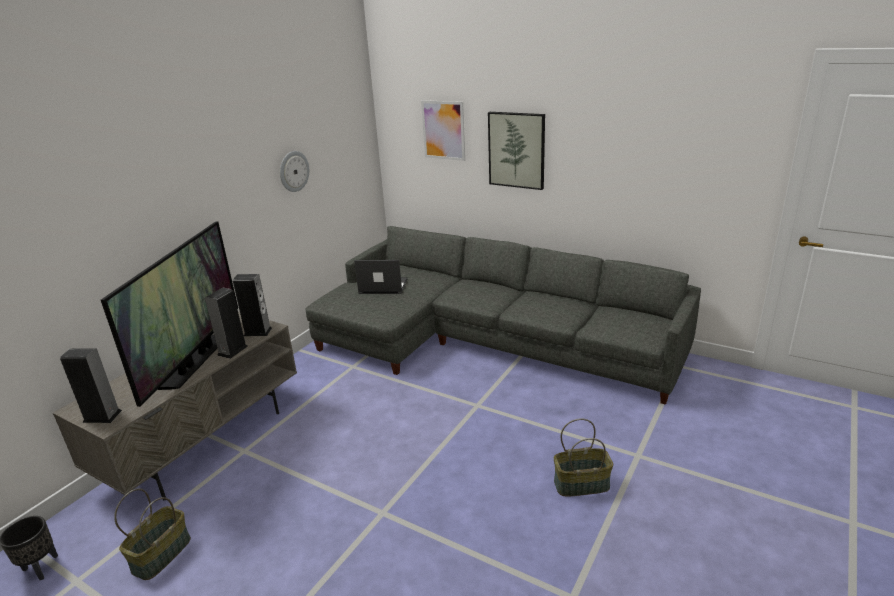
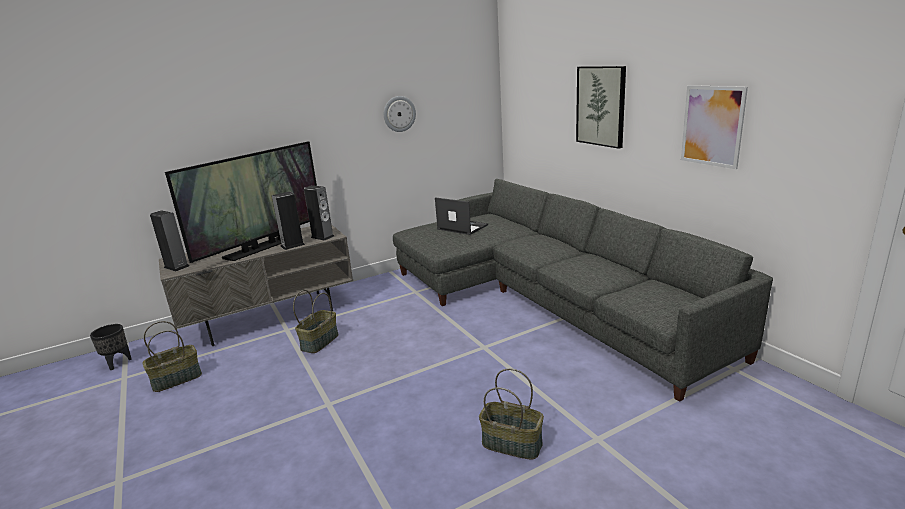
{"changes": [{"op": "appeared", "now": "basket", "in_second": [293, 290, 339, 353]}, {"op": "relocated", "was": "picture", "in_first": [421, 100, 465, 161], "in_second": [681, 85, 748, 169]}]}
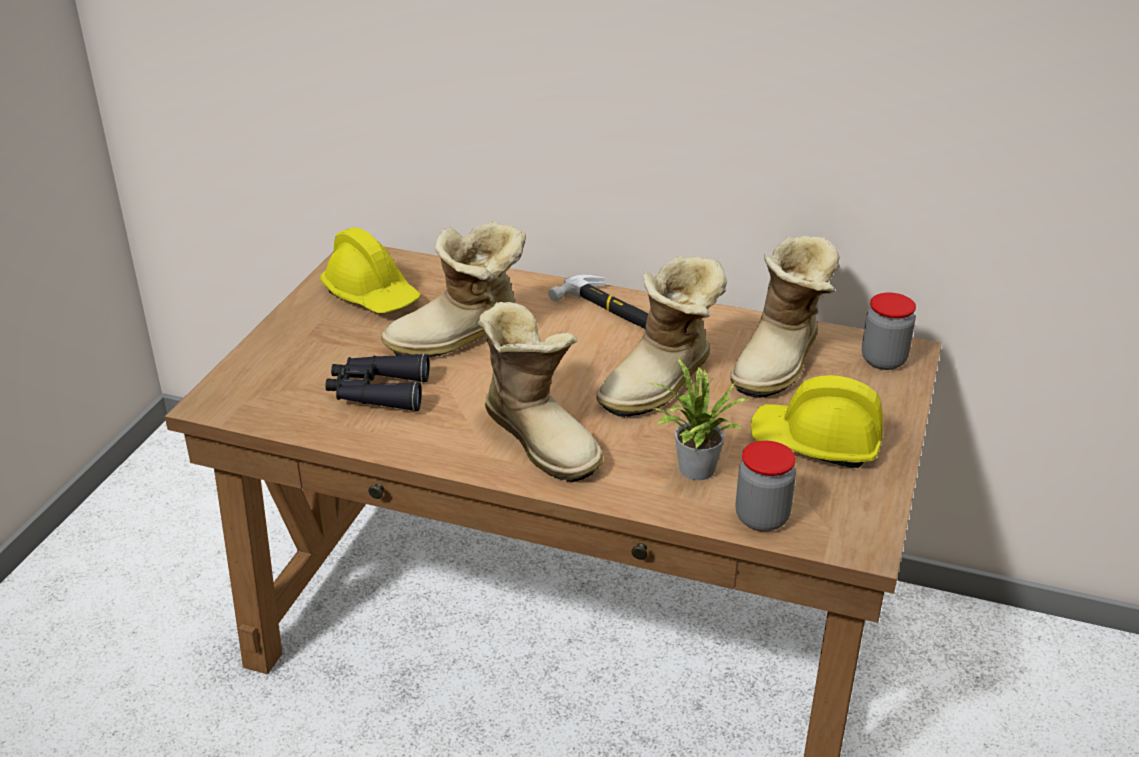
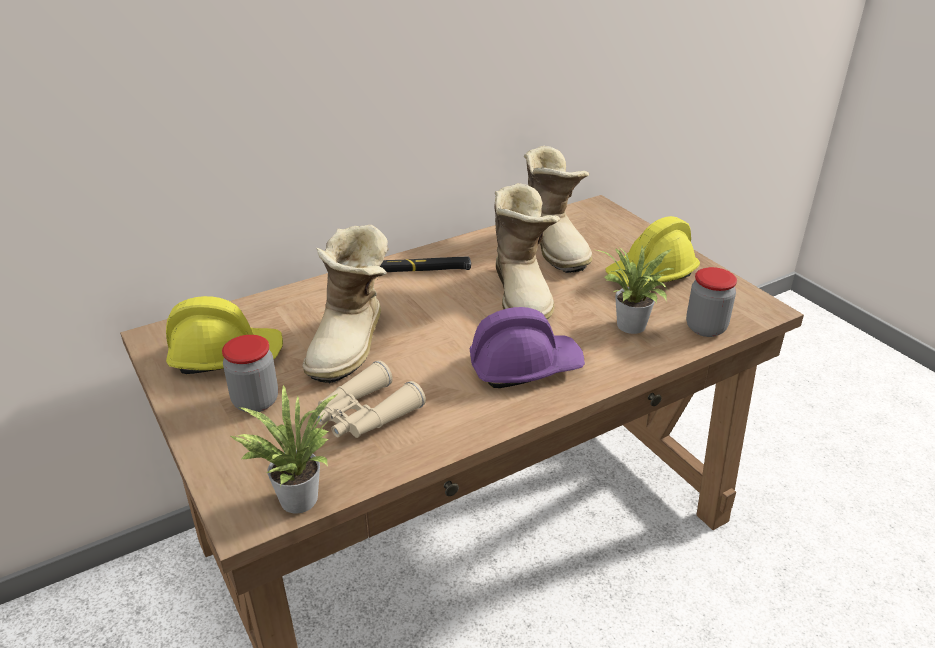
{"changes": [{"op": "relocated", "was": "jar", "in_first": [862, 292, 916, 370], "in_second": [222, 335, 278, 412]}, {"op": "appeared", "now": "potted plant", "in_second": [231, 384, 338, 514]}, {"op": "colour", "was": "black binoculars", "now": "beige binoculars", "in_first": [325, 354, 430, 412], "in_second": [316, 360, 426, 438]}, {"op": "exchanged", "was": "boot", "now": "purple hard hat", "in_first": [478, 302, 603, 482], "in_second": [470, 307, 585, 388]}]}
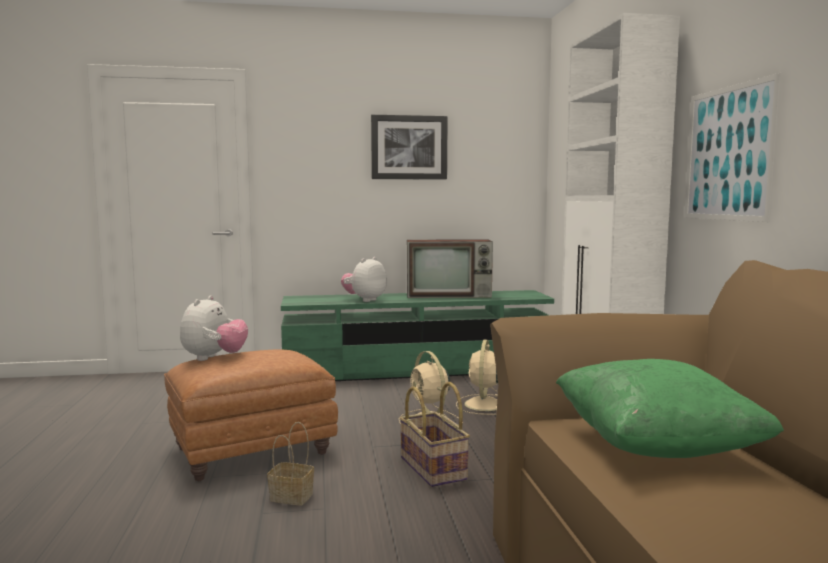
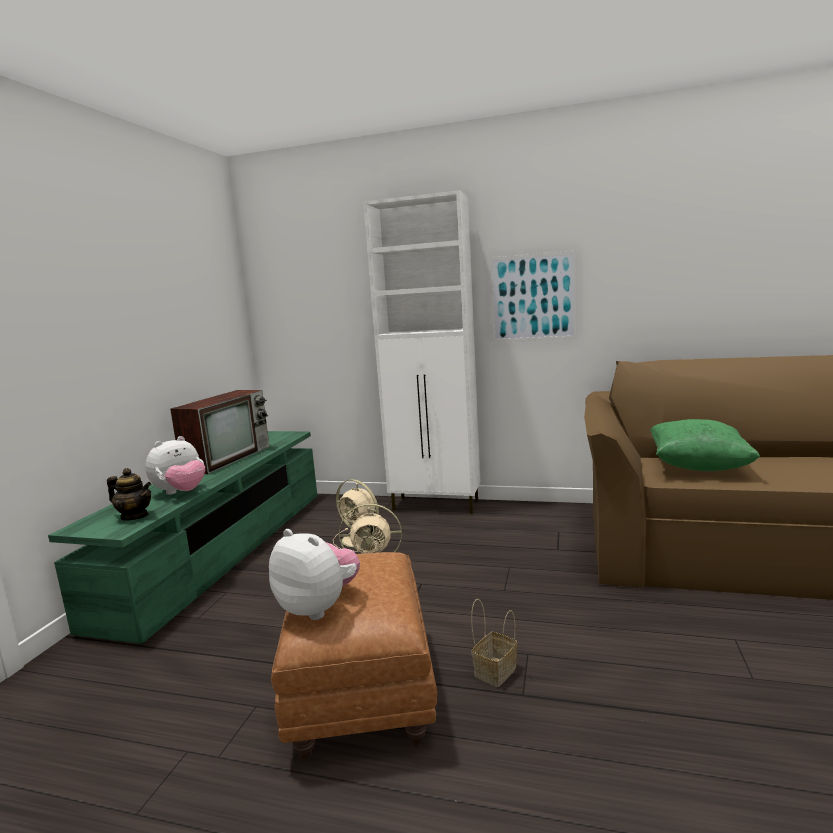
{"changes": [{"op": "appeared", "now": "teapot", "in_second": [107, 468, 152, 520]}, {"op": "spun", "was": "plush toy", "in_first": [341, 257, 387, 302], "in_second": [145, 436, 205, 495], "clockwise": -105}, {"op": "missing", "was": "picture", "in_first": [371, 115, 448, 180]}, {"op": "missing", "was": "basket", "in_first": [400, 382, 470, 487]}]}
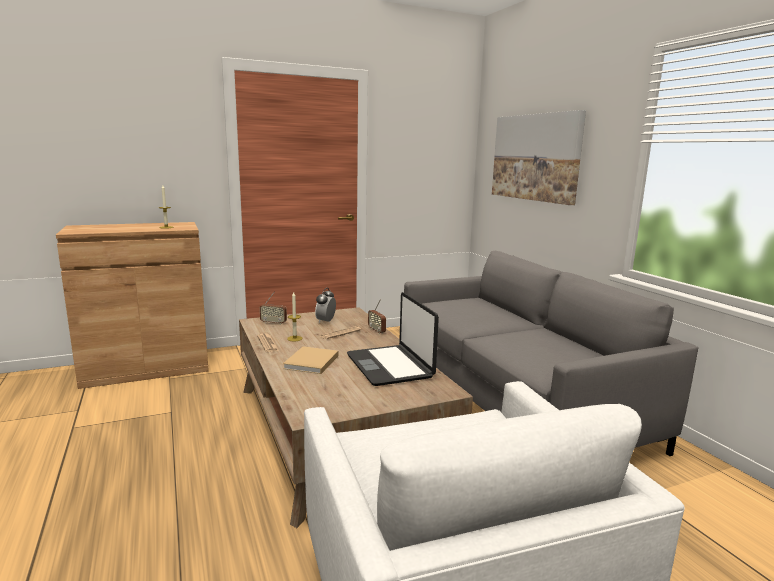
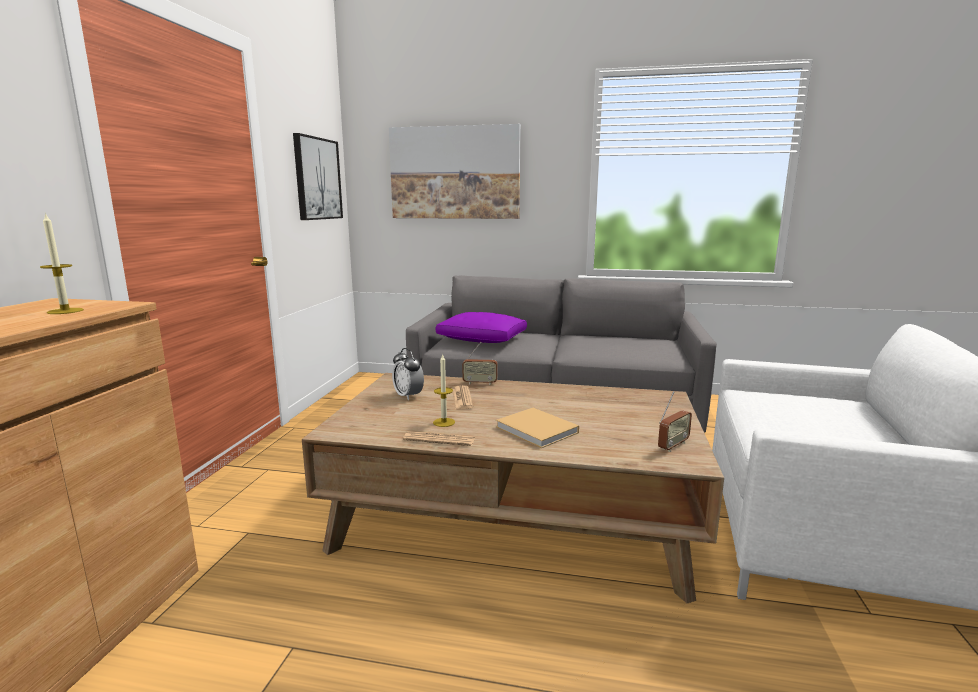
{"changes": [{"op": "appeared", "now": "picture", "in_second": [293, 133, 343, 220]}, {"op": "appeared", "now": "purple pillow", "in_second": [436, 312, 527, 343]}, {"op": "relocated", "was": "radio", "in_first": [260, 291, 287, 325], "in_second": [658, 391, 692, 452]}, {"op": "missing", "was": "laptop", "in_first": [347, 292, 439, 386]}]}
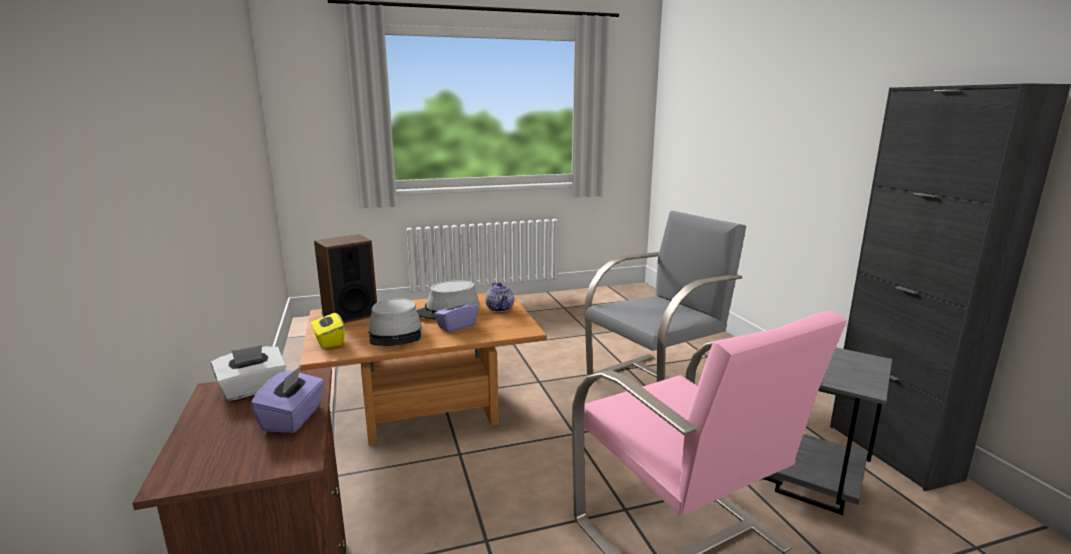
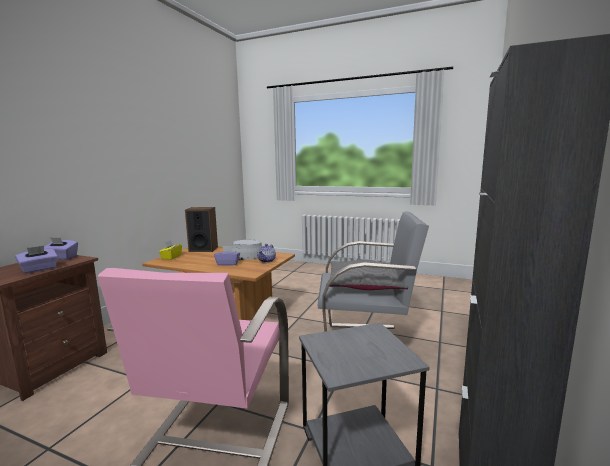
{"changes": [{"op": "colour", "was": "white tissue box", "now": "purple tissue box", "in_first": [211, 345, 286, 401], "in_second": [44, 237, 78, 260]}, {"op": "appeared", "now": "grey pillow", "in_second": [326, 260, 408, 290]}, {"op": "missing", "was": "grey hat", "in_first": [368, 298, 422, 346]}]}
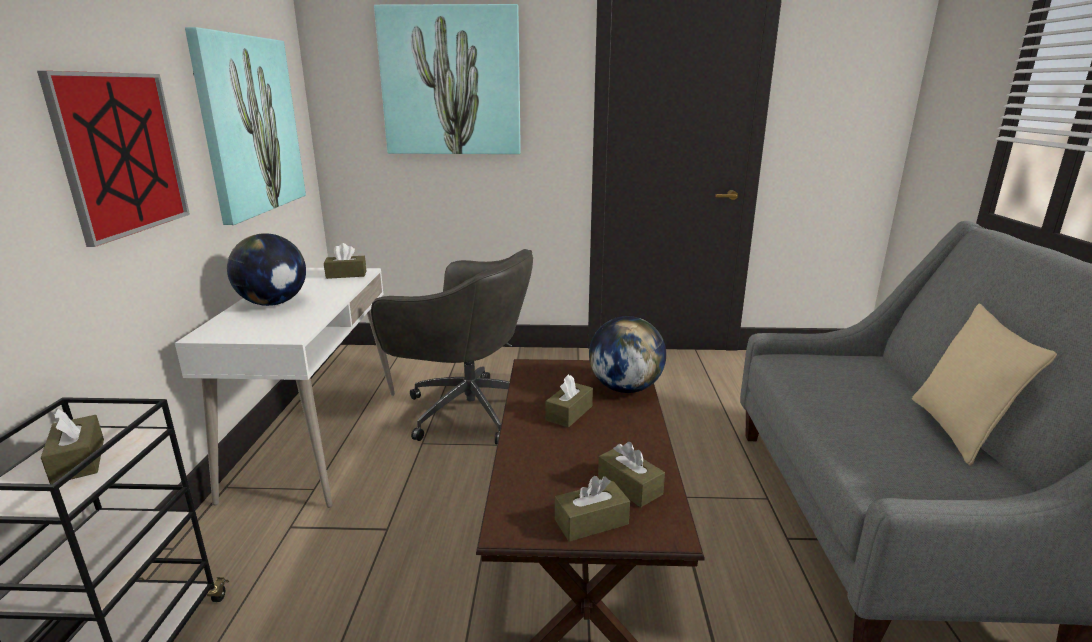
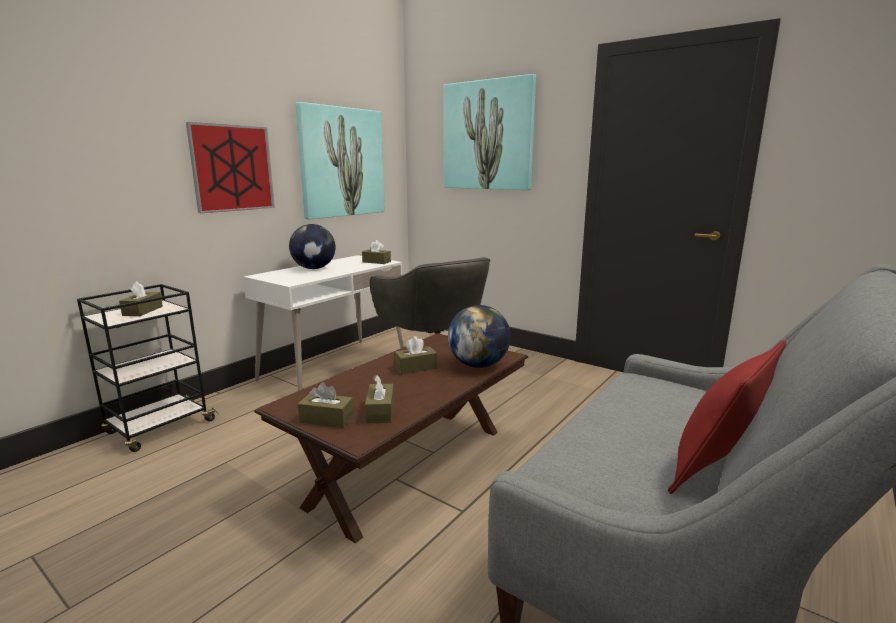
{"changes": [{"op": "colour", "was": "beige pillow", "now": "red pillow", "in_first": [912, 303, 1057, 465], "in_second": [668, 340, 786, 494]}]}
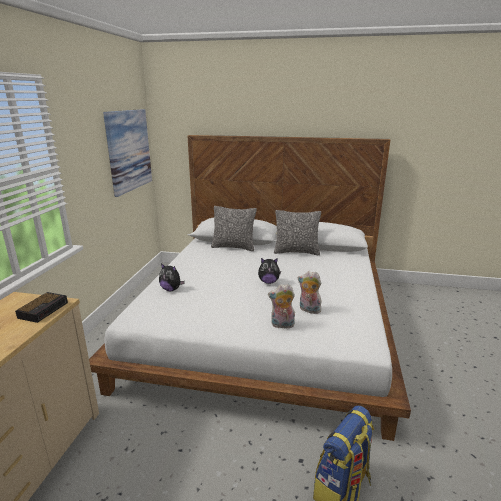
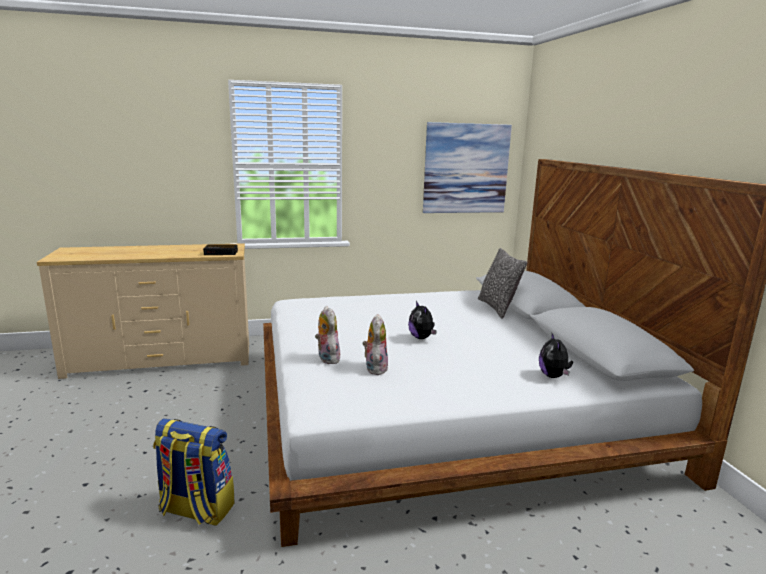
{"changes": [{"op": "relocated", "was": "plush toy", "in_first": [159, 263, 185, 291], "in_second": [539, 333, 573, 378]}, {"op": "missing", "was": "pillow", "in_first": [274, 210, 321, 255]}]}
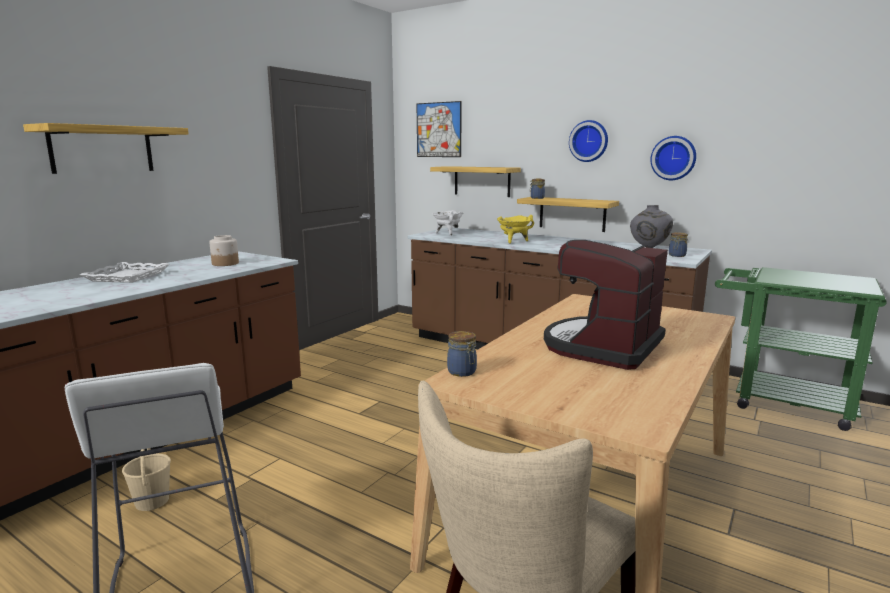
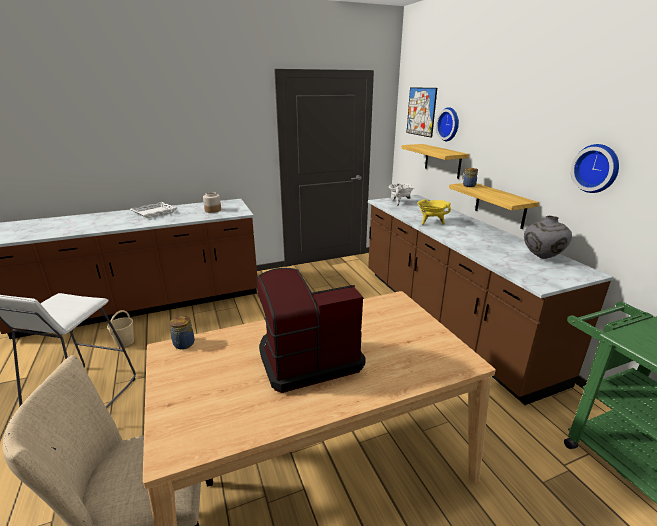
{"changes": [{"op": "relocated", "was": "wall clock", "in_first": [569, 120, 608, 162], "in_second": [436, 107, 459, 141]}, {"op": "missing", "was": "shelf", "in_first": [23, 123, 189, 174]}, {"op": "missing", "was": "jar", "in_first": [669, 232, 688, 257]}]}
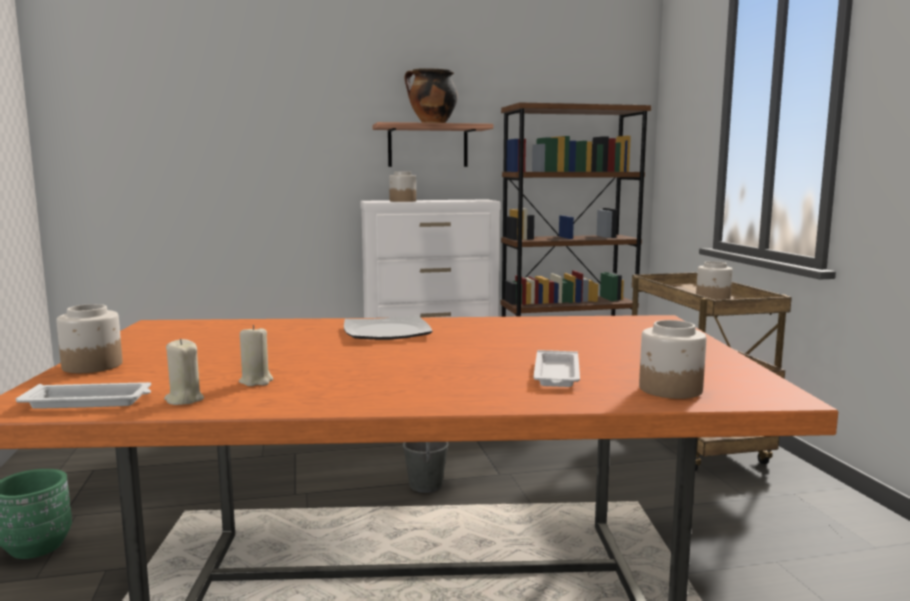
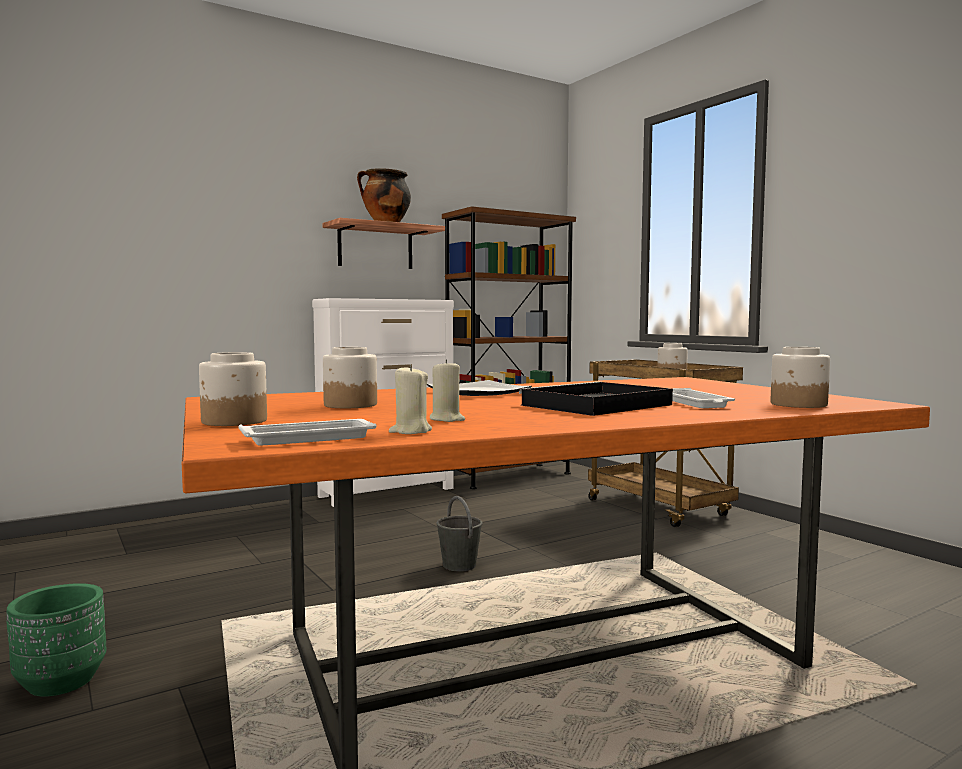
{"changes": [{"op": "relocated", "was": "jar", "in_first": [389, 172, 416, 202], "in_second": [323, 347, 377, 408]}, {"op": "appeared", "now": "black tray", "in_second": [519, 381, 673, 416]}]}
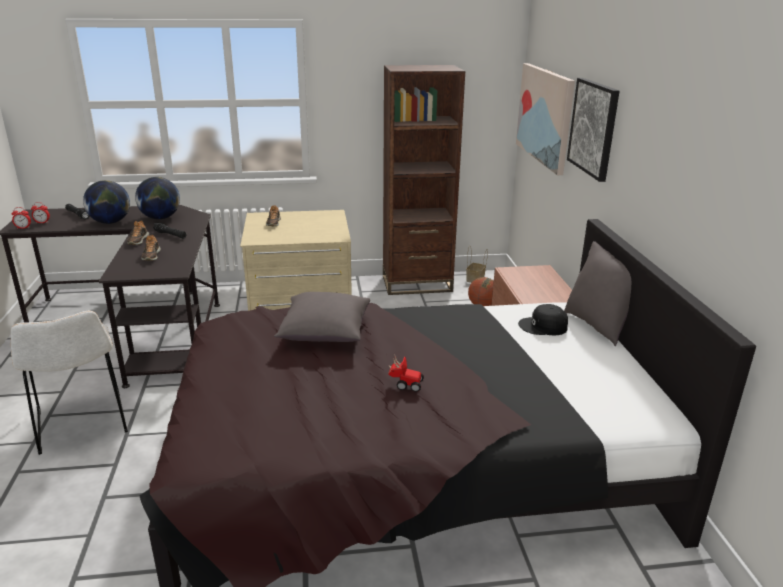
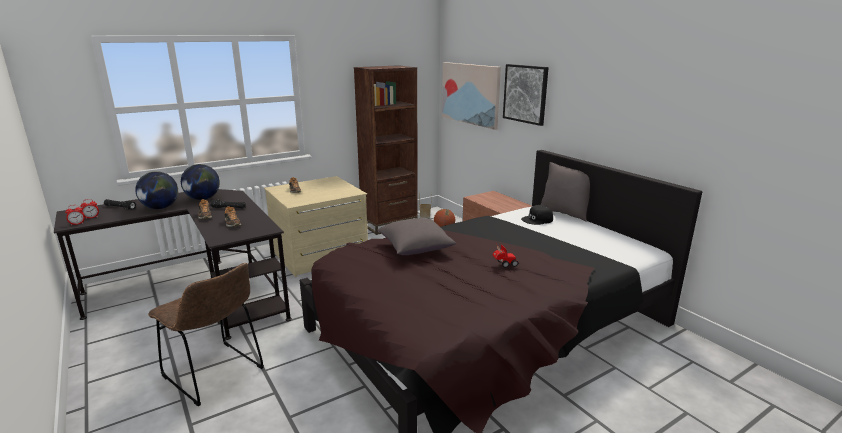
{"changes": [{"op": "colour", "was": "white chair", "now": "brown chair", "in_first": [11, 311, 128, 455], "in_second": [148, 263, 264, 406]}]}
